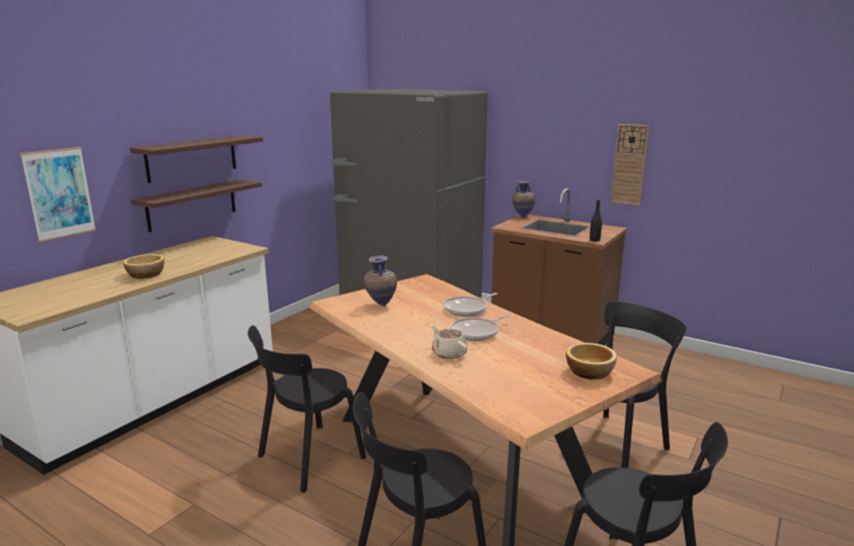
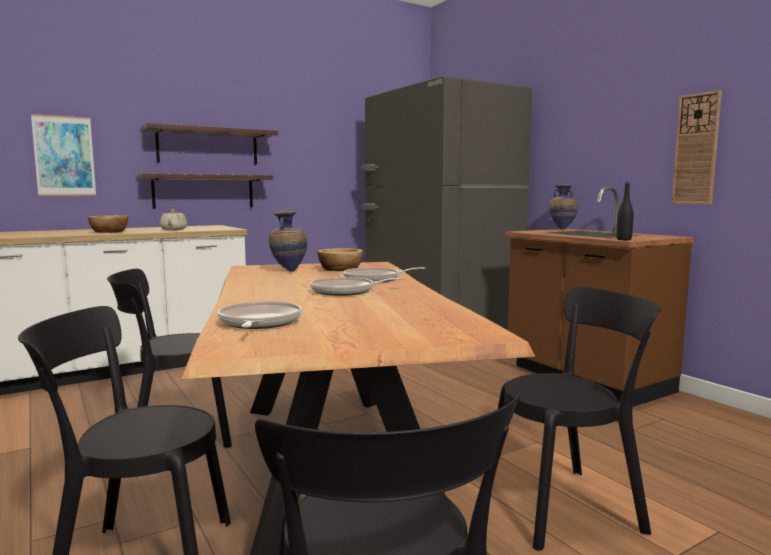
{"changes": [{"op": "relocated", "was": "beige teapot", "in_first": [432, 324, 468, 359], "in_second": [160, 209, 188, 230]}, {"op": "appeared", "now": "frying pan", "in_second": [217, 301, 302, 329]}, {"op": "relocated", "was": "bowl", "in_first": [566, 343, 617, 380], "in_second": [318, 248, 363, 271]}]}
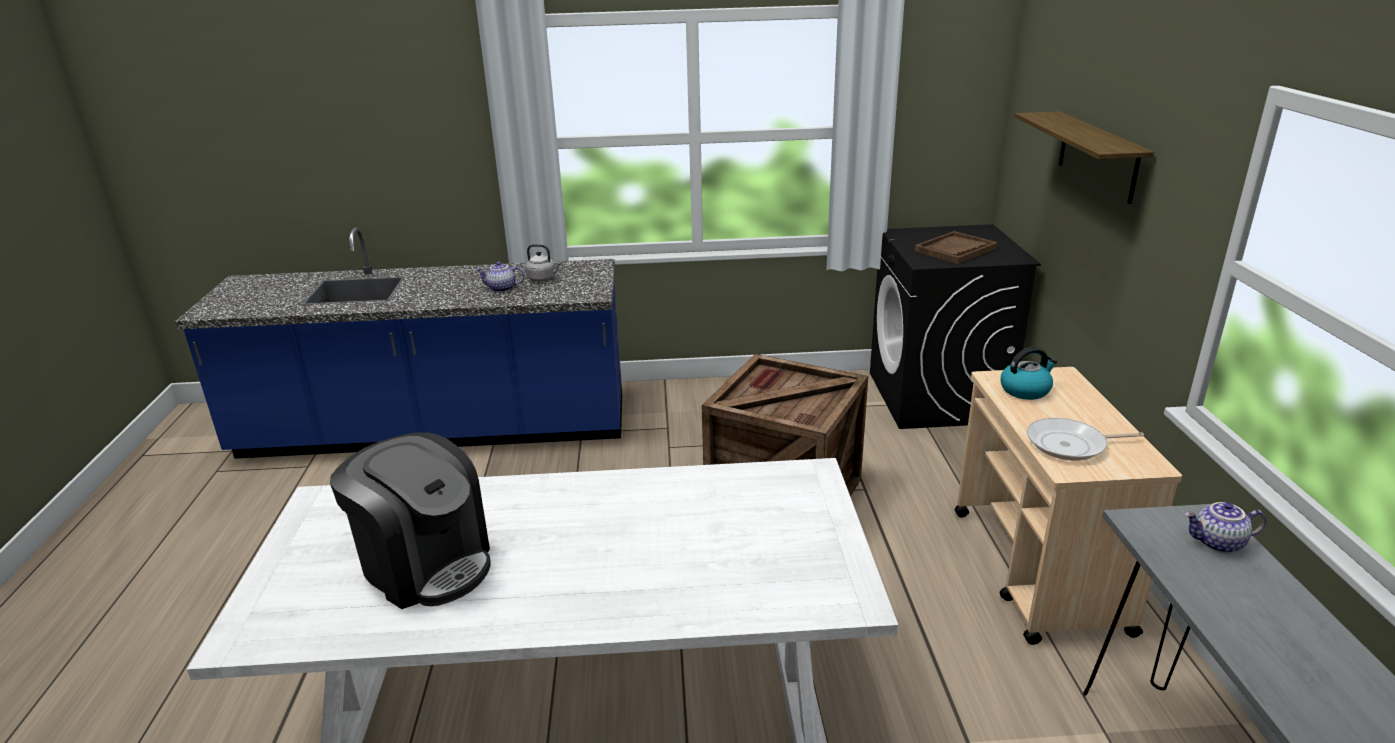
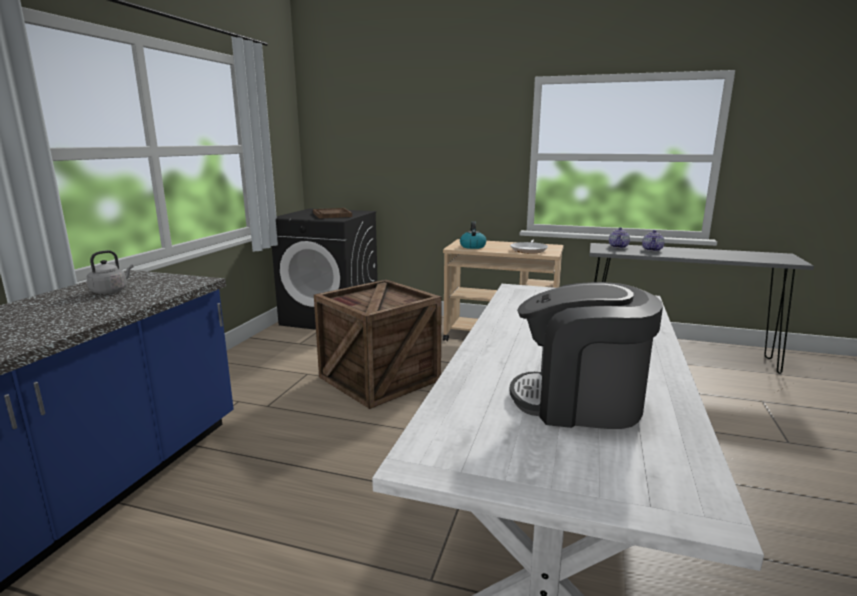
{"changes": [{"op": "spun", "was": "coffee machine", "in_first": [330, 432, 491, 609], "in_second": [510, 282, 663, 429], "clockwise": -135}, {"op": "relocated", "was": "teapot", "in_first": [476, 262, 524, 292], "in_second": [642, 230, 665, 251]}, {"op": "missing", "was": "shelf", "in_first": [1014, 111, 1154, 204]}]}
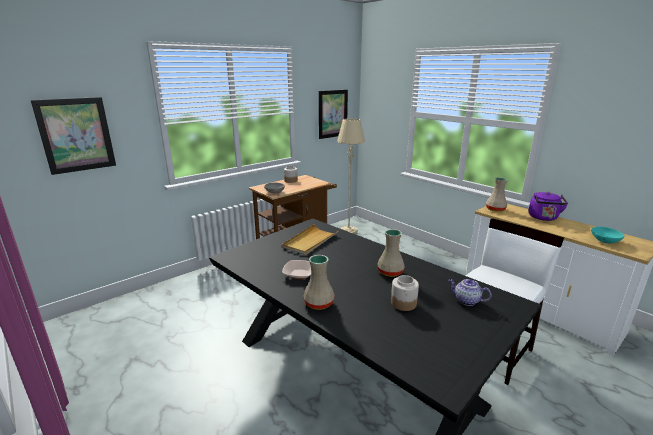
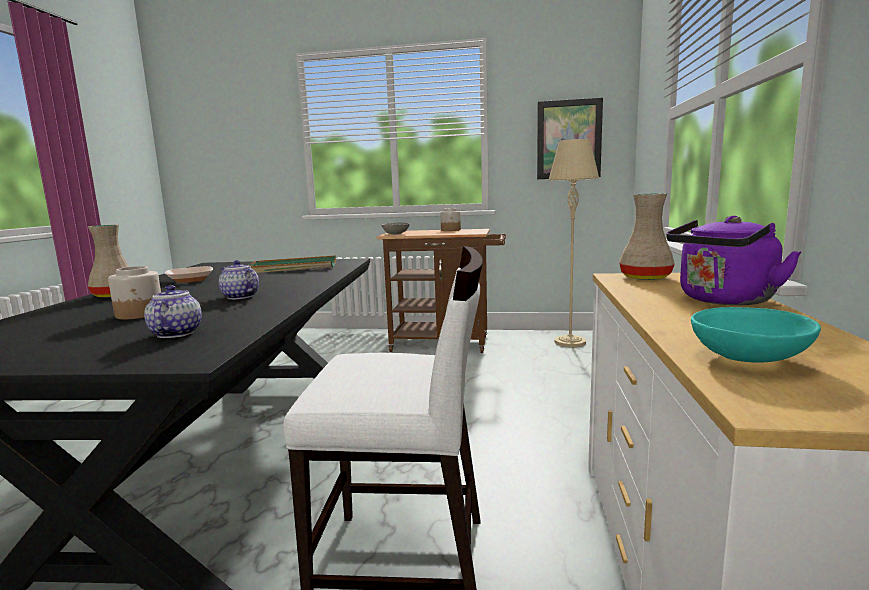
{"changes": [{"op": "exchanged", "was": "beige vase", "now": "teapot", "in_first": [377, 229, 405, 277], "in_second": [219, 260, 259, 299]}, {"op": "colour", "was": "beige tray", "now": "green tray", "in_first": [282, 224, 339, 255], "in_second": [249, 255, 336, 273]}, {"op": "missing", "was": "picture", "in_first": [31, 97, 116, 175]}]}
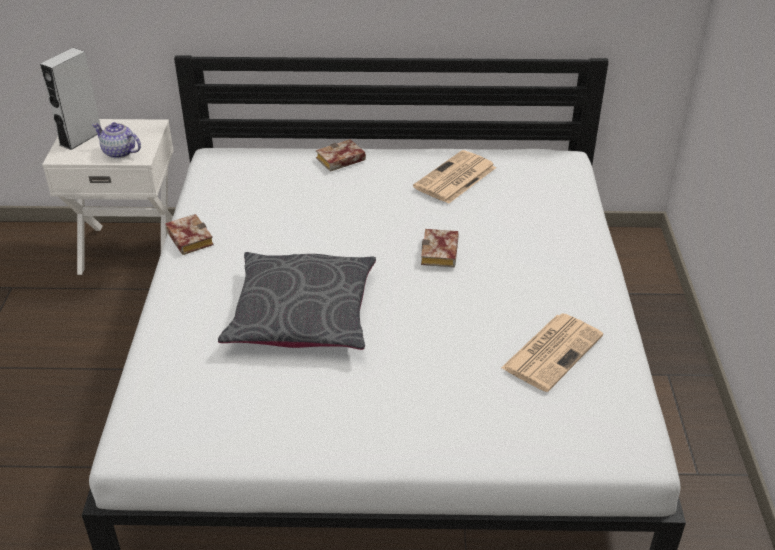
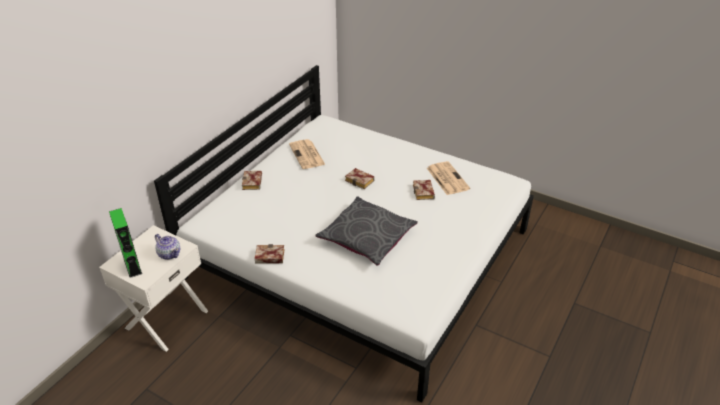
{"changes": [{"op": "colour", "was": "grey speaker", "now": "green speaker", "in_first": [40, 48, 101, 150], "in_second": [109, 208, 142, 278]}, {"op": "spun", "was": "teapot", "in_first": [92, 122, 141, 159], "in_second": [155, 234, 180, 260], "clockwise": -105}, {"op": "appeared", "now": "book", "in_second": [413, 180, 435, 200]}]}
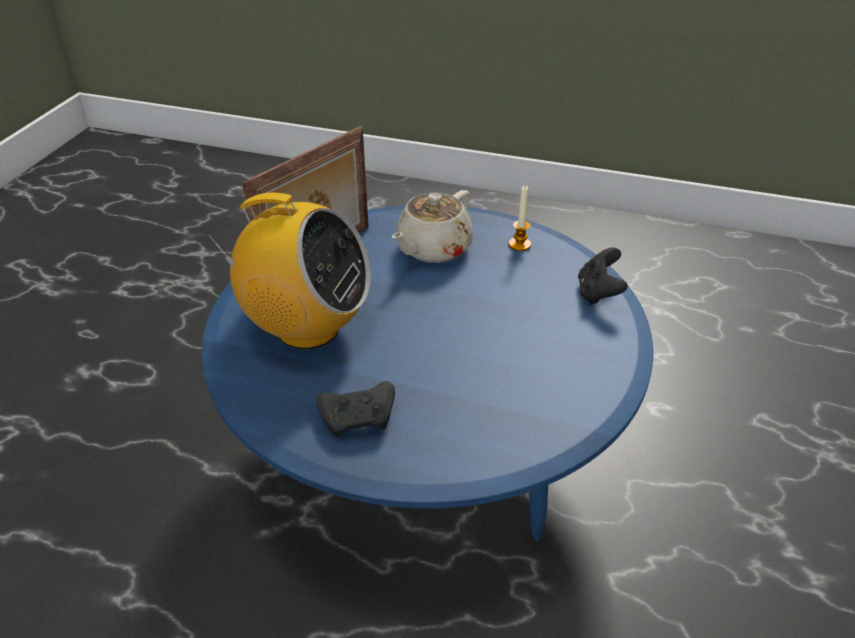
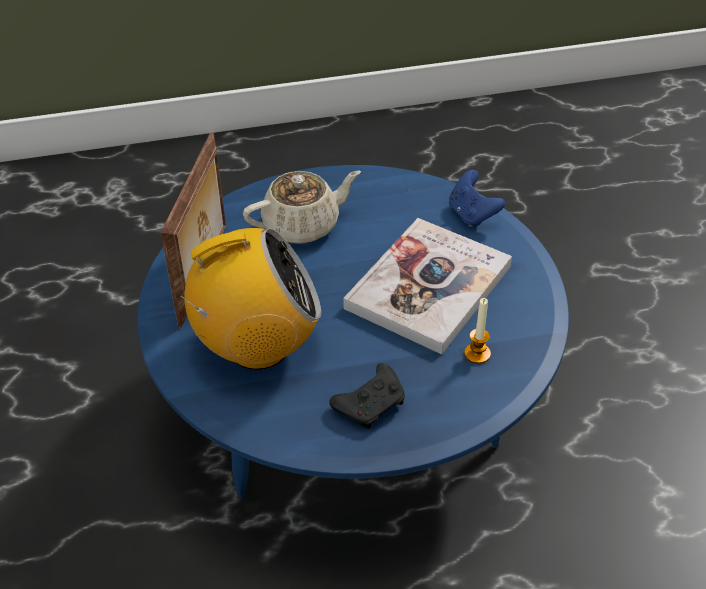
{"changes": [{"op": "spun", "was": "beige teapot", "in_first": [392, 190, 473, 263], "in_second": [243, 170, 361, 244], "clockwise": -120}, {"op": "appeared", "now": "book", "in_second": [343, 218, 512, 354]}, {"op": "colour", "was": "black game controller", "now": "blue game controller", "in_first": [578, 247, 628, 305], "in_second": [449, 170, 505, 228]}, {"op": "relocated", "was": "candle", "in_first": [509, 186, 531, 251], "in_second": [464, 298, 491, 364]}]}
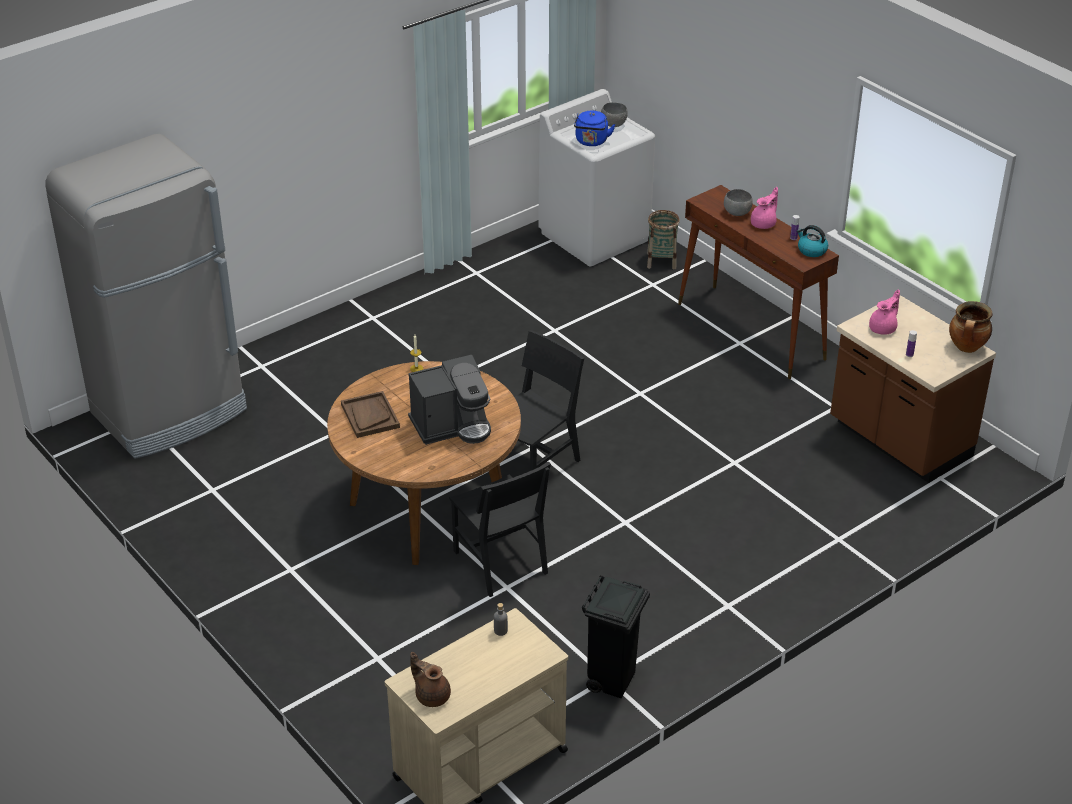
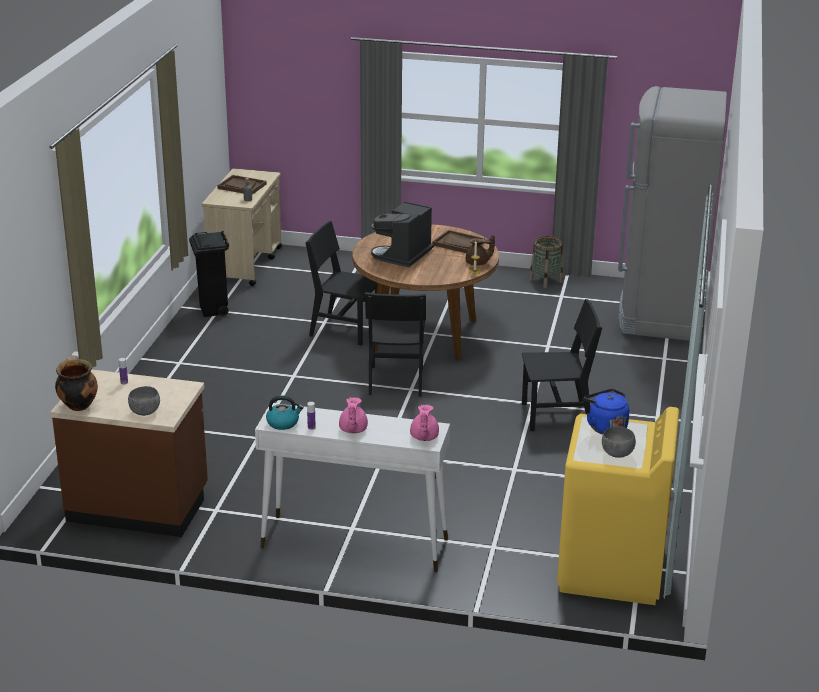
{"changes": [{"op": "relocated", "was": "grey bowl", "in_first": [724, 189, 753, 216], "in_second": [128, 386, 160, 416]}, {"op": "appeared", "now": "brown tray", "in_second": [217, 175, 267, 195]}, {"op": "colour", "was": "brown console table", "now": "white console table", "in_first": [678, 185, 839, 379], "in_second": [255, 403, 450, 572]}, {"op": "relocated", "was": "pink teapot", "in_first": [869, 289, 900, 335], "in_second": [410, 404, 439, 441]}, {"op": "relocated", "was": "brown teapot", "in_first": [410, 652, 451, 707], "in_second": [466, 235, 495, 266]}, {"op": "appeared", "now": "black chair", "in_second": [522, 299, 602, 431]}, {"op": "relocated", "was": "basket", "in_first": [647, 210, 680, 269], "in_second": [529, 236, 563, 288]}, {"op": "colour", "was": "white washing machine", "now": "yellow washing machine", "in_first": [538, 89, 655, 266], "in_second": [557, 407, 679, 605]}]}
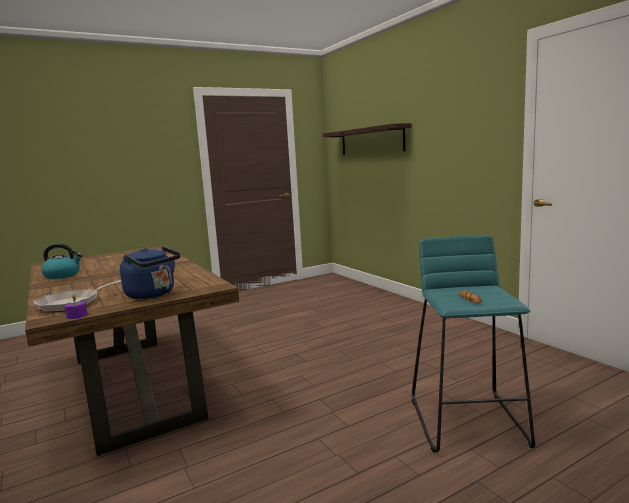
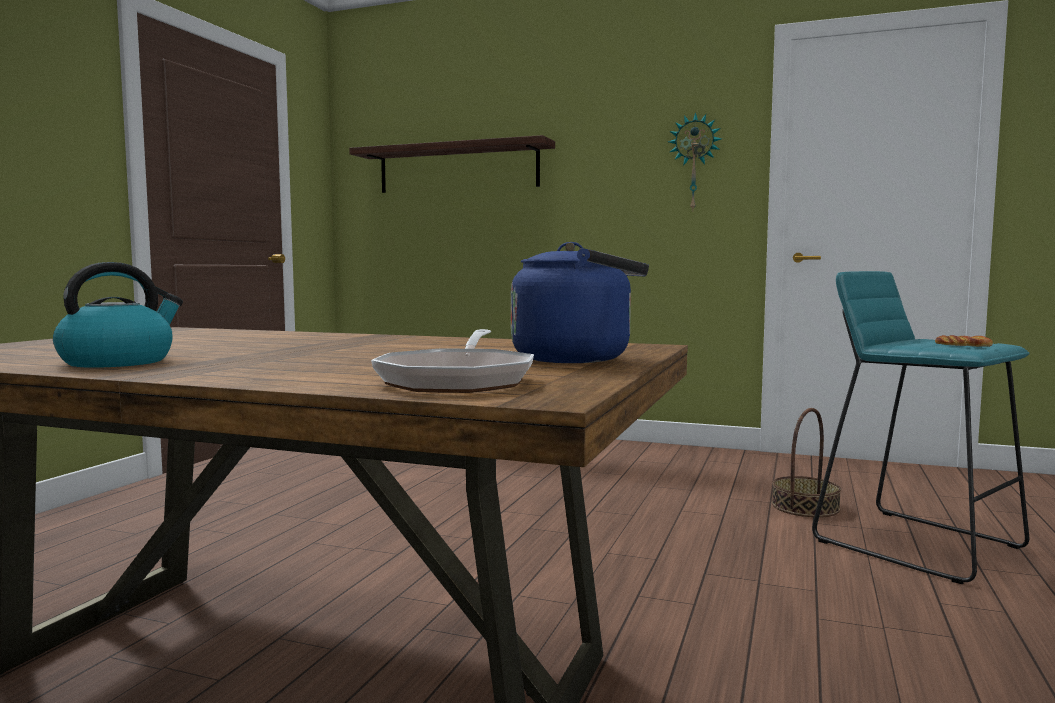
{"changes": [{"op": "appeared", "now": "wall clock", "in_second": [668, 112, 722, 210]}, {"op": "appeared", "now": "basket", "in_second": [772, 408, 841, 517]}, {"op": "missing", "was": "purple candle", "in_first": [65, 294, 87, 319]}]}
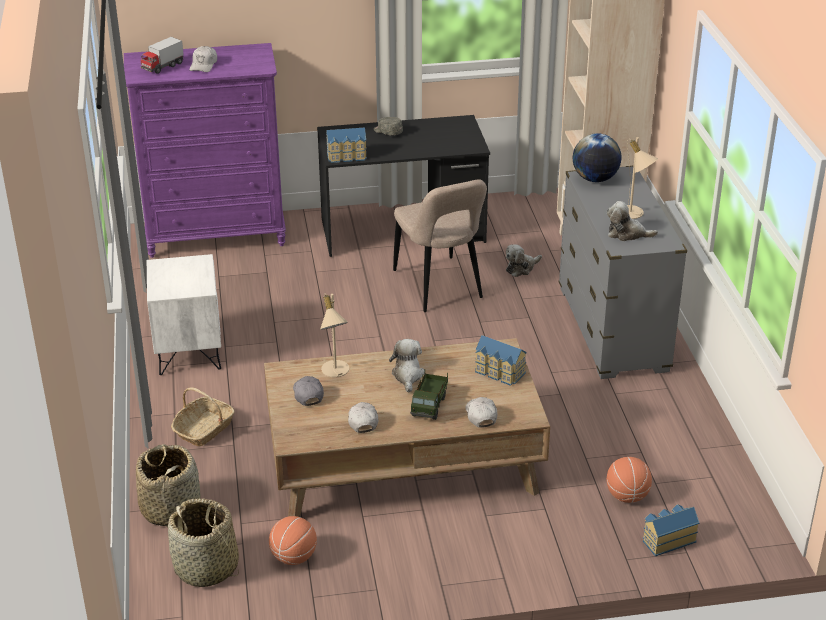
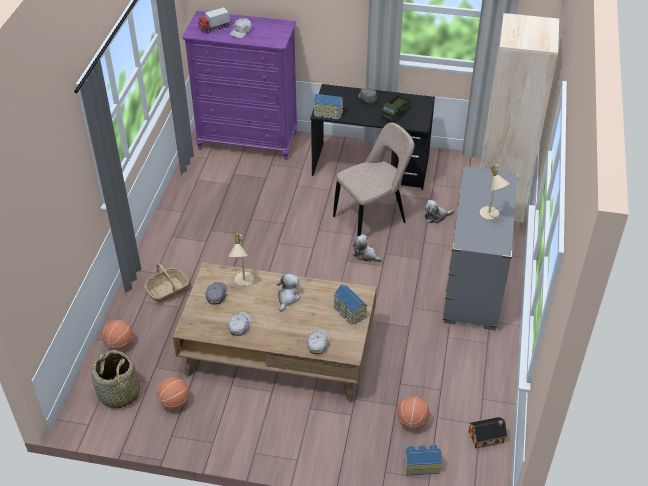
{"changes": [{"op": "exchanged", "was": "basket", "now": "basketball", "in_first": [136, 444, 201, 528], "in_second": [102, 320, 133, 350]}, {"op": "spun", "was": "beige chair", "in_first": [393, 179, 487, 312], "in_second": [333, 123, 414, 236], "clockwise": -120}, {"op": "relocated", "was": "plush toy", "in_first": [607, 201, 658, 241], "in_second": [353, 234, 383, 262]}, {"op": "relocated", "was": "toy truck", "in_first": [410, 373, 448, 420], "in_second": [381, 94, 411, 122]}, {"op": "appeared", "now": "toy house", "in_second": [469, 417, 507, 448]}, {"op": "missing", "was": "white nightstand", "in_first": [147, 254, 221, 375]}, {"op": "missing", "was": "globe", "in_first": [573, 133, 622, 182]}]}
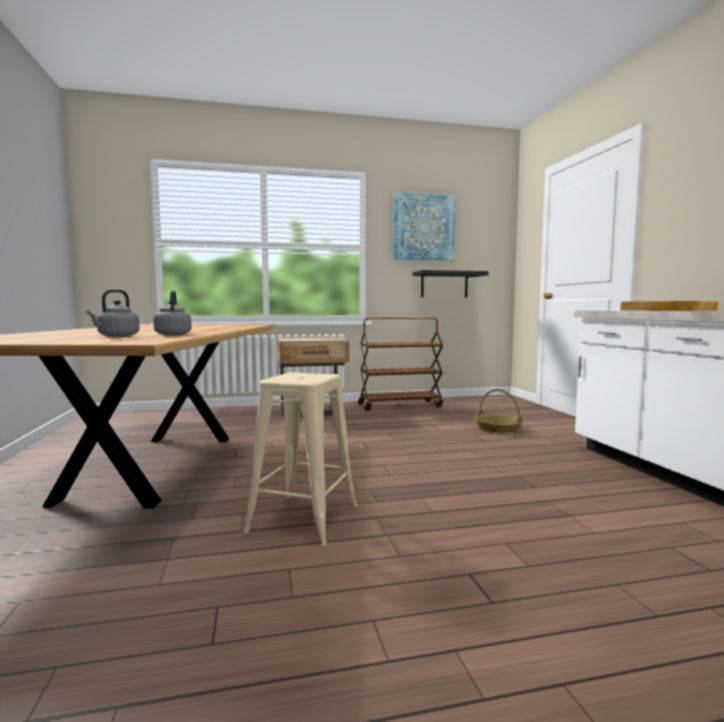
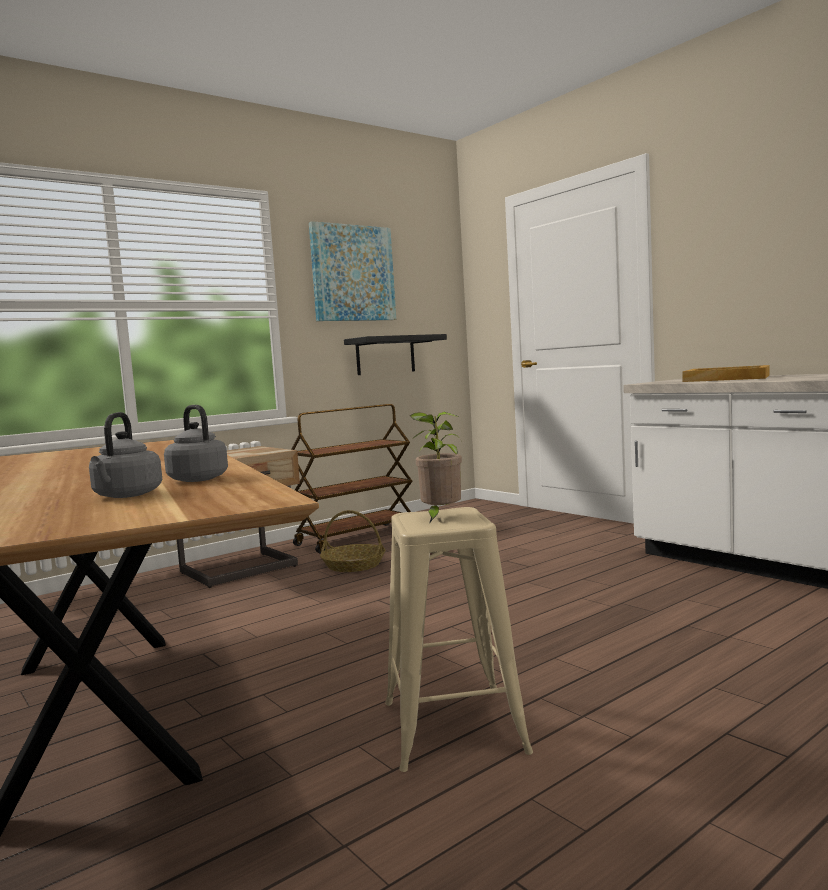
{"changes": [{"op": "relocated", "was": "basket", "in_first": [475, 389, 523, 433], "in_second": [320, 510, 386, 572]}, {"op": "appeared", "now": "potted plant", "in_second": [409, 412, 462, 524]}]}
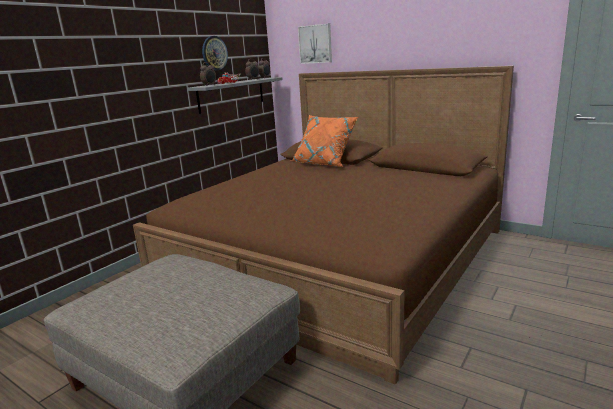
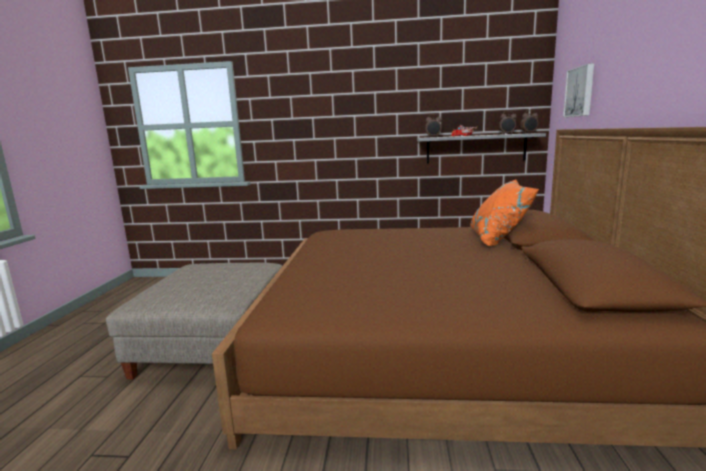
{"changes": [{"op": "missing", "was": "wall clock", "in_first": [202, 36, 228, 70]}]}
